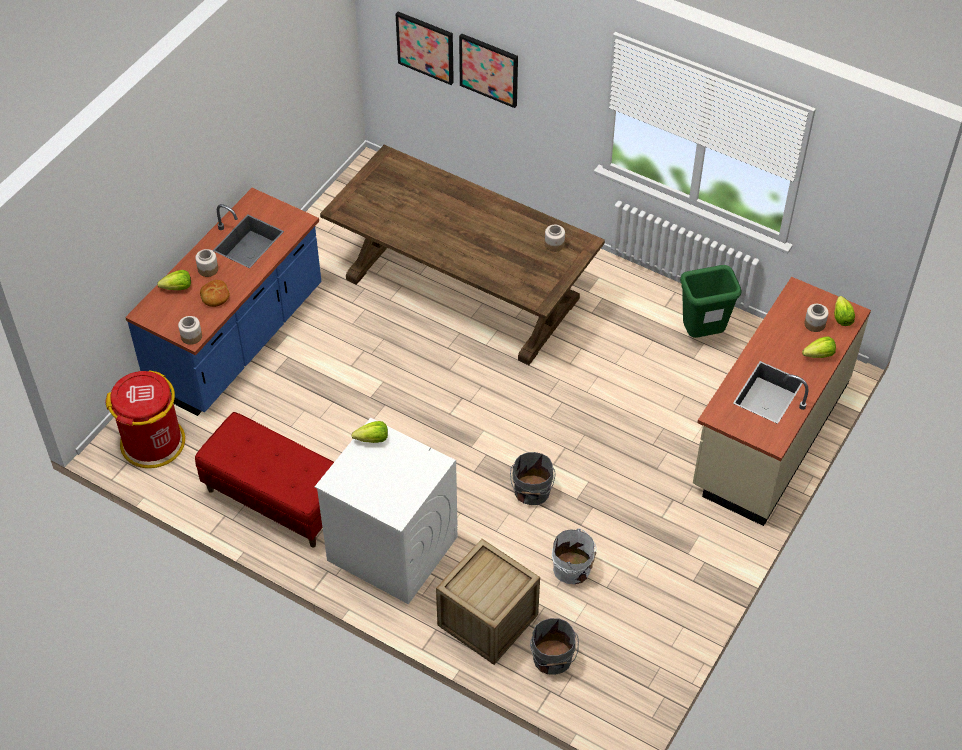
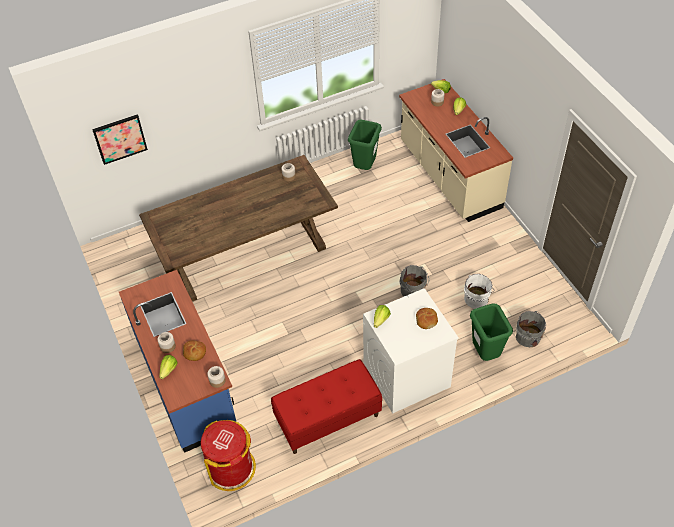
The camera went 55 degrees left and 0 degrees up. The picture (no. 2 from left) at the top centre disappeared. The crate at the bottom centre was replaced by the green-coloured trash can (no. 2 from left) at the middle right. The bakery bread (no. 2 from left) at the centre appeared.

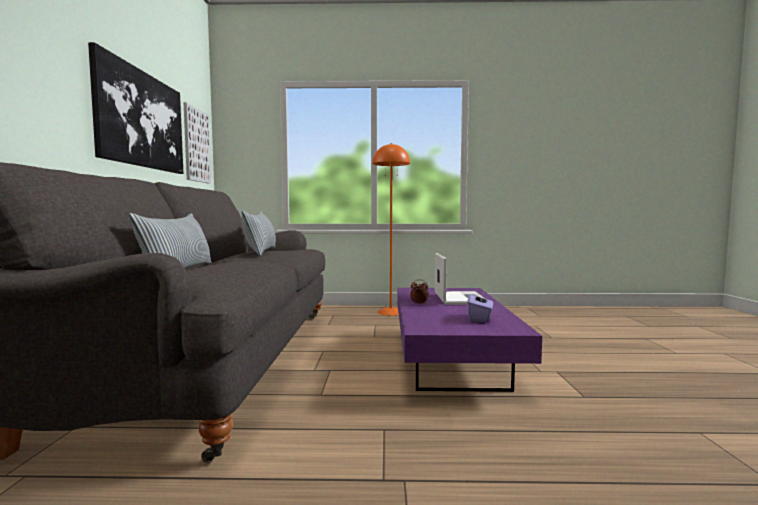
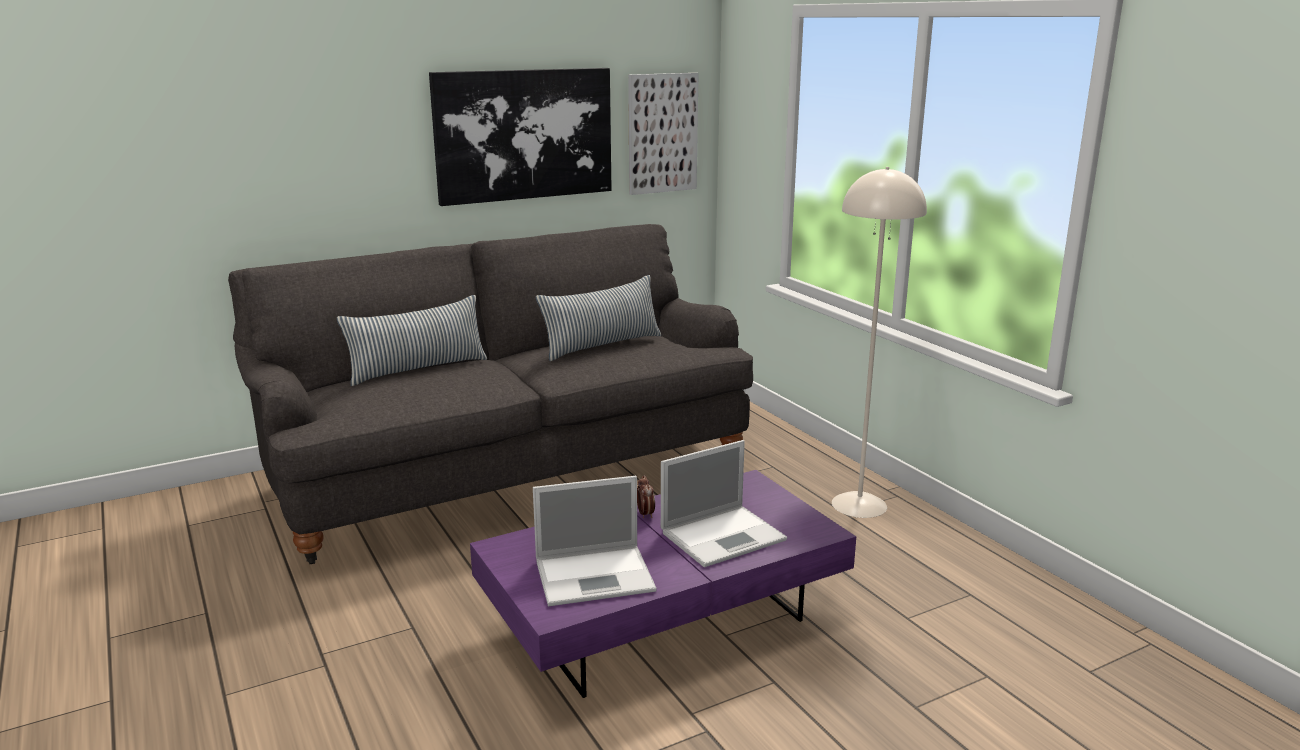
The camera went 60 degrees right and 15 degrees up. The orangey standard lamp at the centre became the beige-coloured standard lamp at the middle right. The purplish tissue holder at the centre was replaced by the notebook computer (no. 1 from left) at the bottom centre.

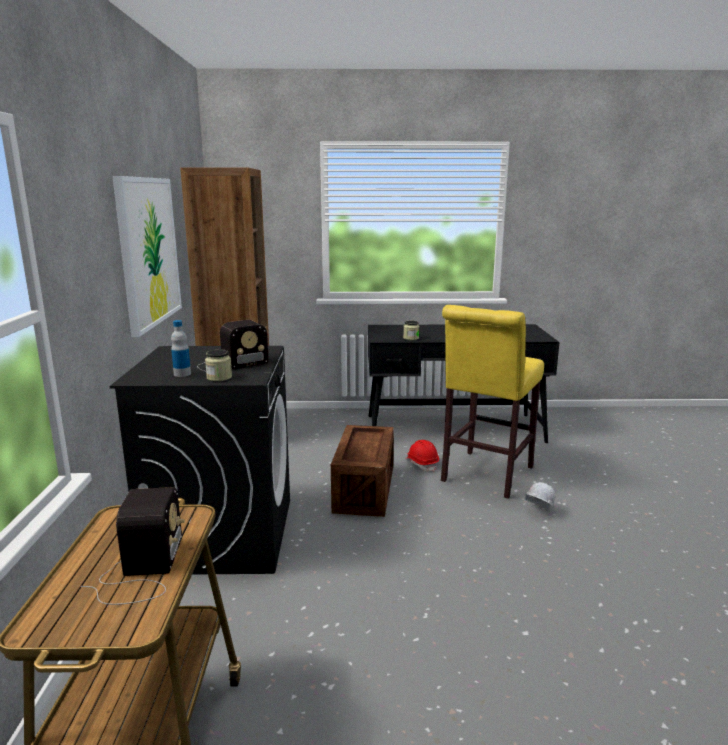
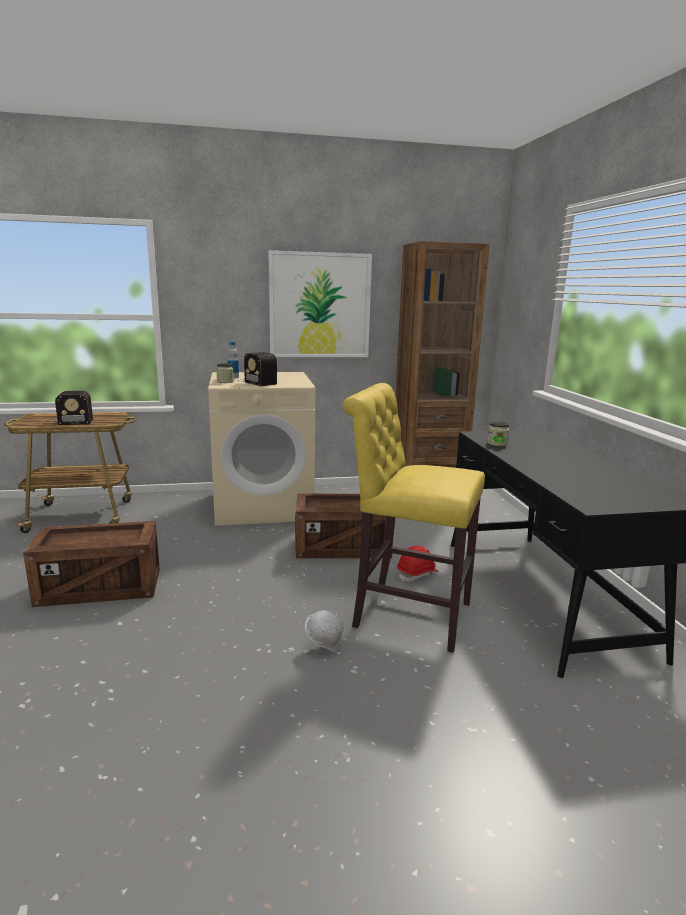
The camera went 80 degrees right and 0 degrees up. The black laundry machine at the middle left became the beige-coloured laundry machine at the centre. The crate (no. 1 from left) at the middle left appeared.

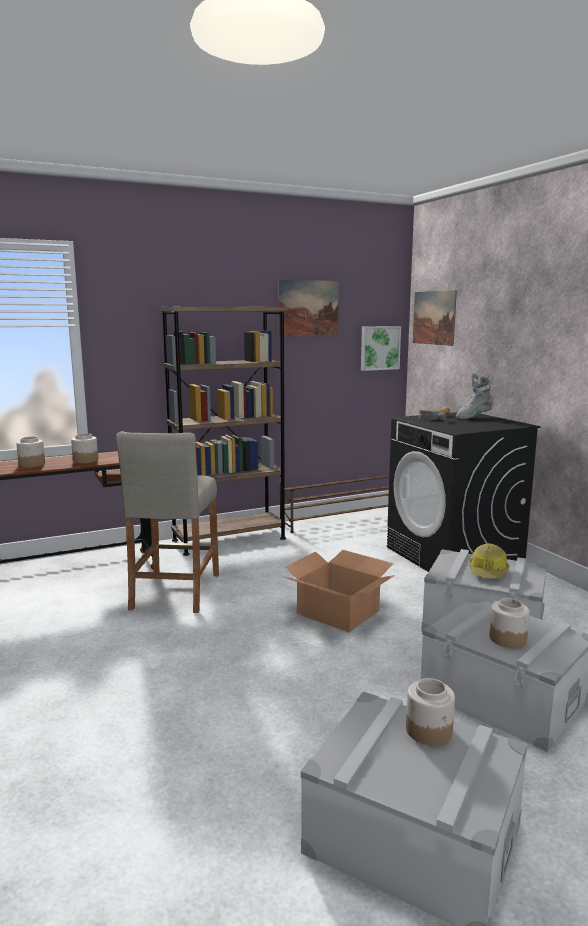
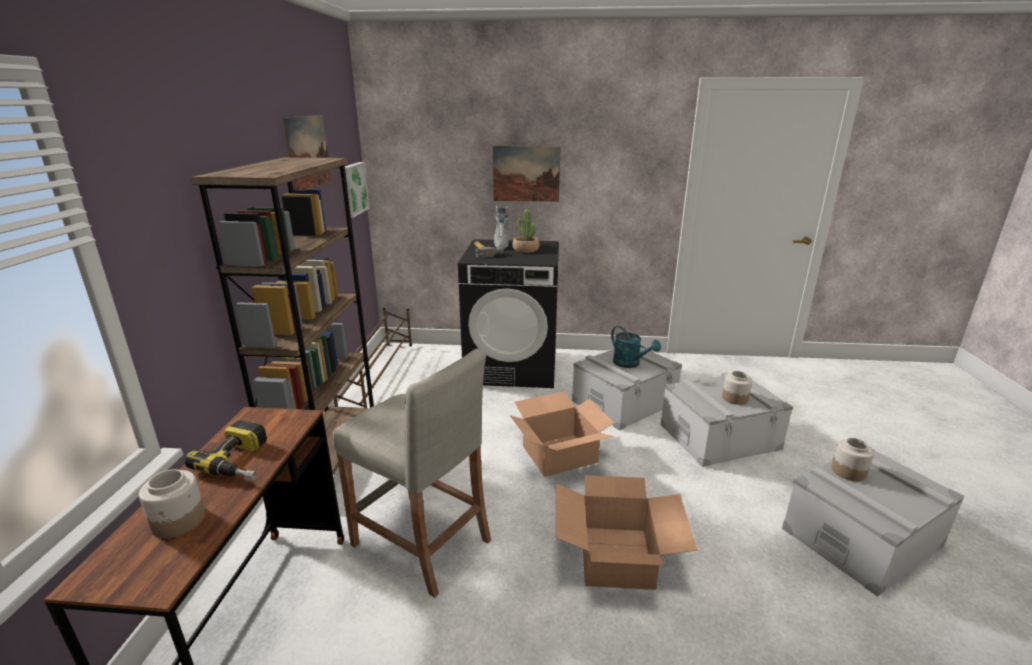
The camera went 60 degrees left and 10 degrees up. The picture (no. 3 from left) moved from the middle right to the top centre. The preserve jar (no. 2 from left) at the middle left was replaced by the drill at the bottom left. The work helmet at the middle right was replaced by the blue-green sprinkling can at the centre. The plant in a pot at the centre appeared. The packing box (no. 2 from left) at the bottom centre appeared.

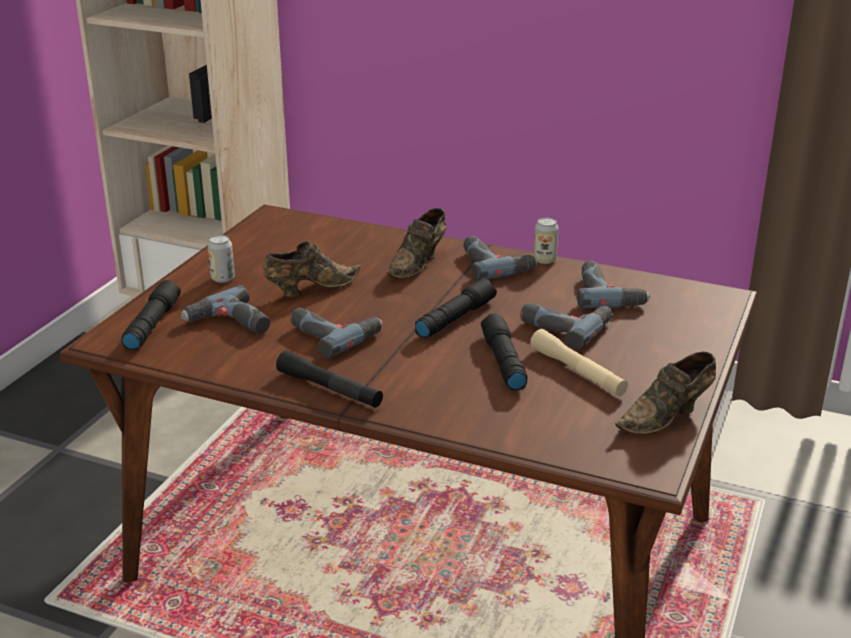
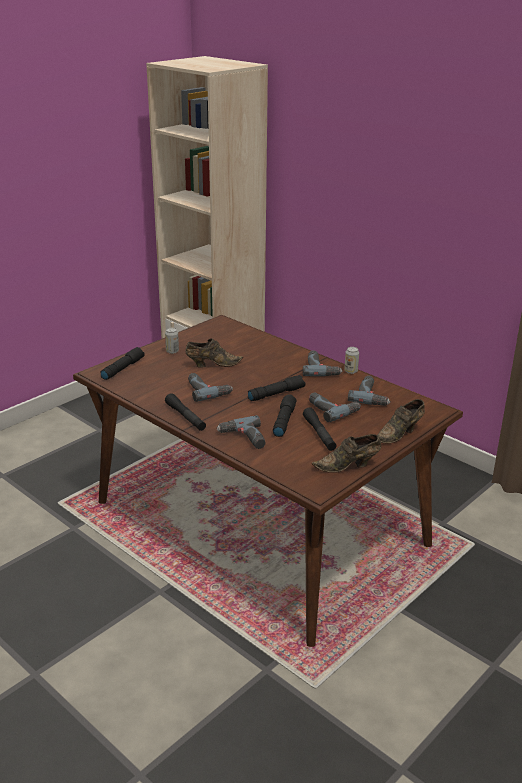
The camera went 20 degrees right and 0 degrees up. The brown-coloured item of footwear (no. 2 from left in the first image) moved from the centre to the middle right. The drill (no. 1 from left in the first image) moved from the middle left to the centre. The beige-coloured torch at the middle right became the black torch (no. 5 from left) at the centre.

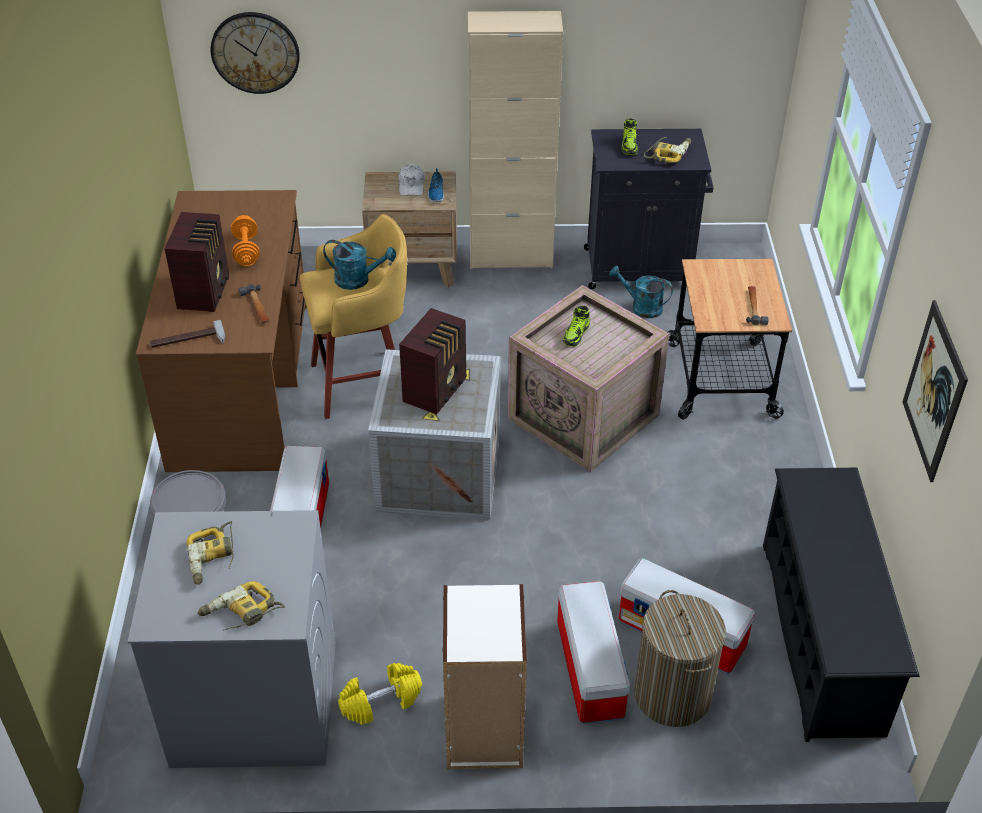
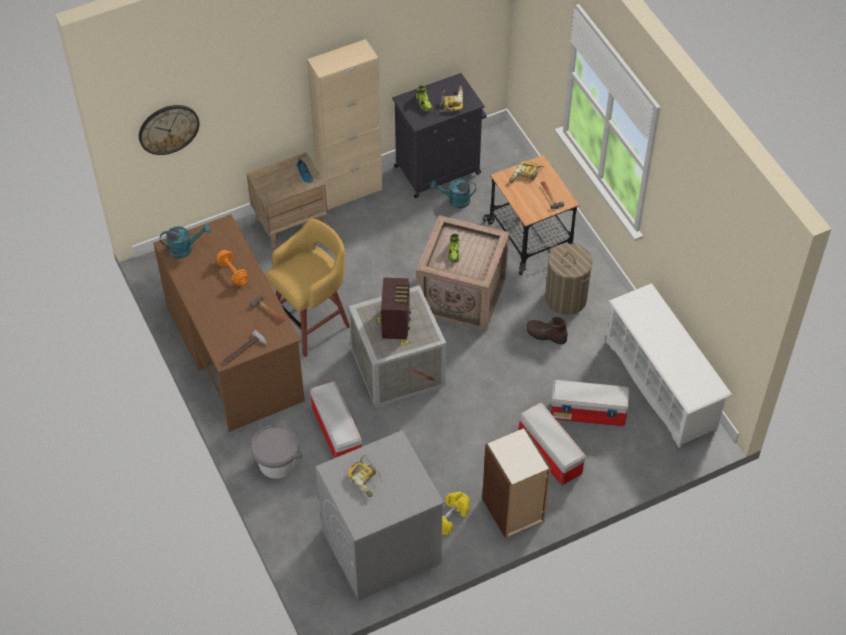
The camera went 25 degrees left and 10 degrees up. The whitish baseball cap at the top centre disappeared. The radio (no. 1 from left) at the top left disappeared. The blue-green sprinkling can (no. 1 from left) moved from the top centre to the middle left. The picture at the middle right disappeared. The black shoe rack at the bottom right became the whitish shoe rack at the middle right. The drill (no. 2 from left in the first image) moved from the bottom left to the top centre. The washing basket moved from the bottom right to the middle right. The brown-coloured tall boot at the centre appeared.

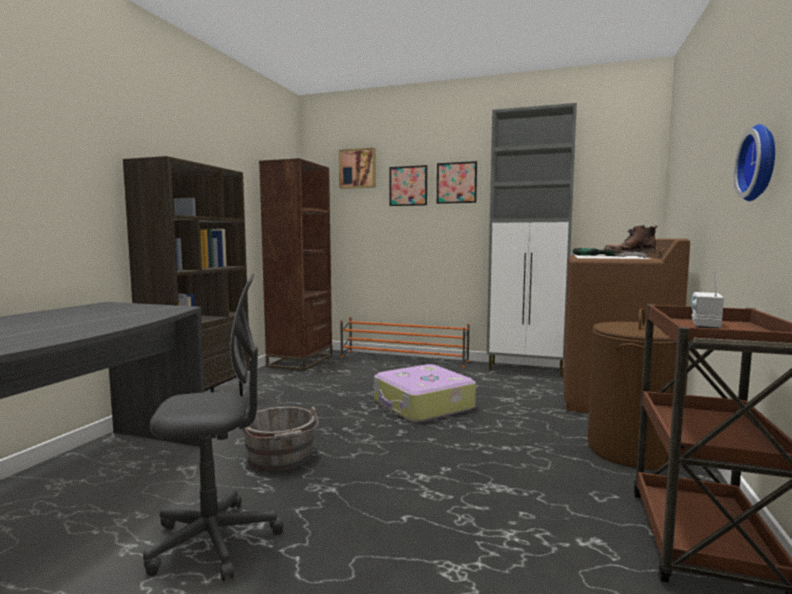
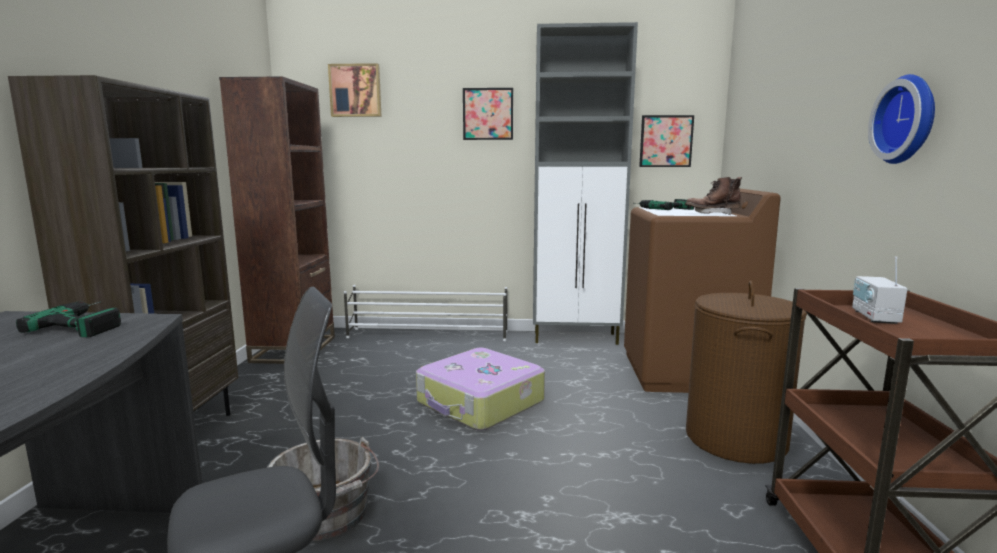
The camera went 15 degrees left and 5 degrees up. The picture (no. 2 from left in the first image) moved from the top centre to the top right. The orangey shoe rack at the centre became the whitish shoe rack at the centre. The drill (no. 1 from left) at the middle left appeared.

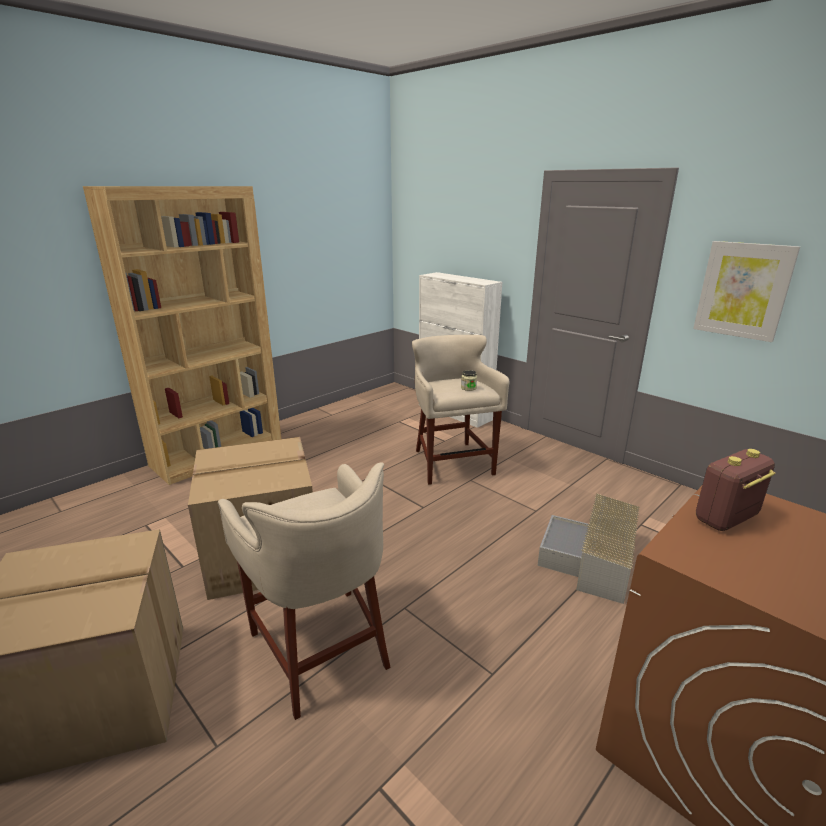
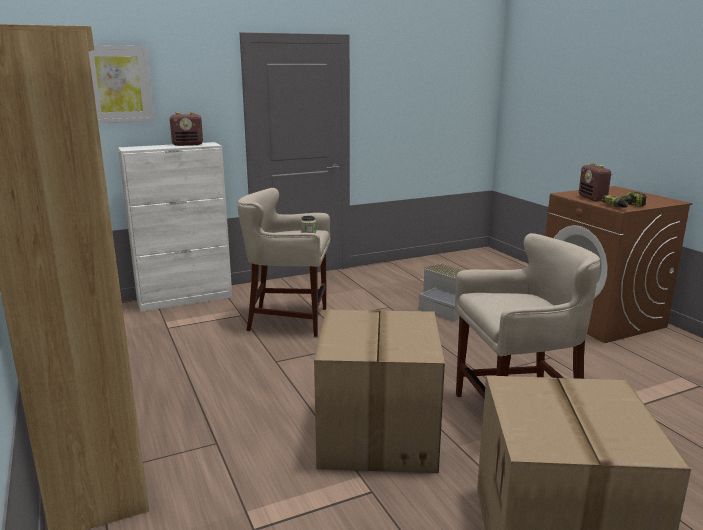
The camera went 70 degrees left and 5 degrees down. The picture moved from the middle right to the top left. The radio (no. 1 from left) at the top left appeared. The drill at the middle right appeared.

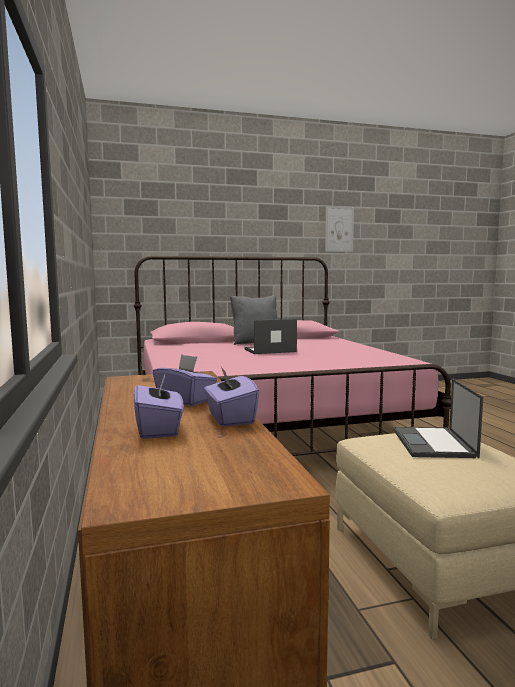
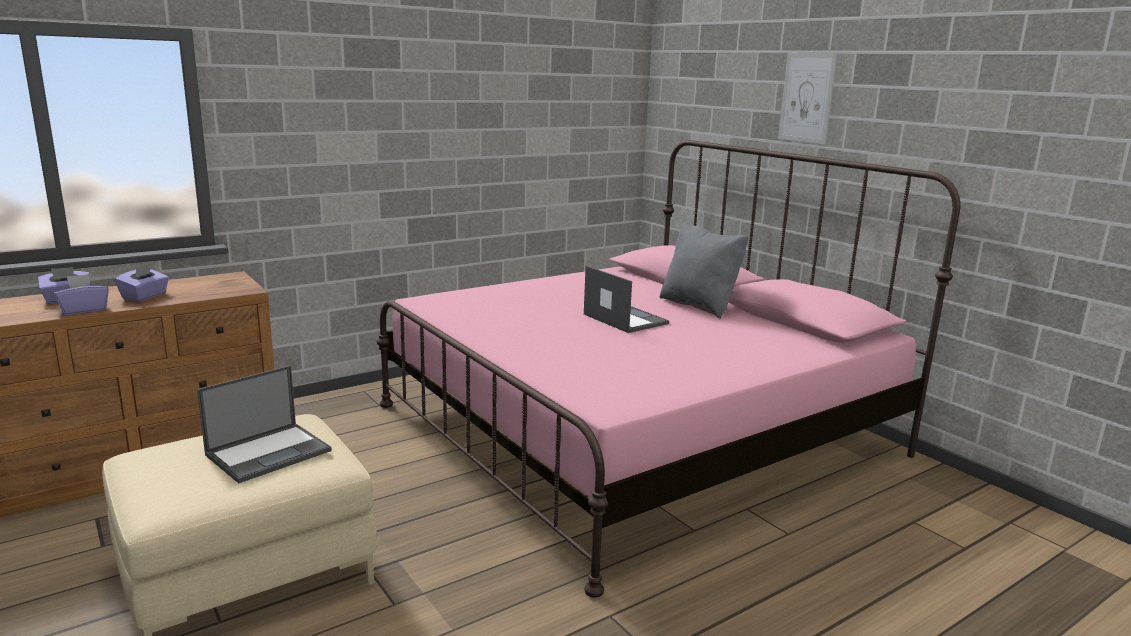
The camera went 70 degrees right and 10 degrees up. The picture moved from the centre to the top right. The notebook computer (no. 2 from left in the first image) at the middle right turned 150 degrees clockwise.

